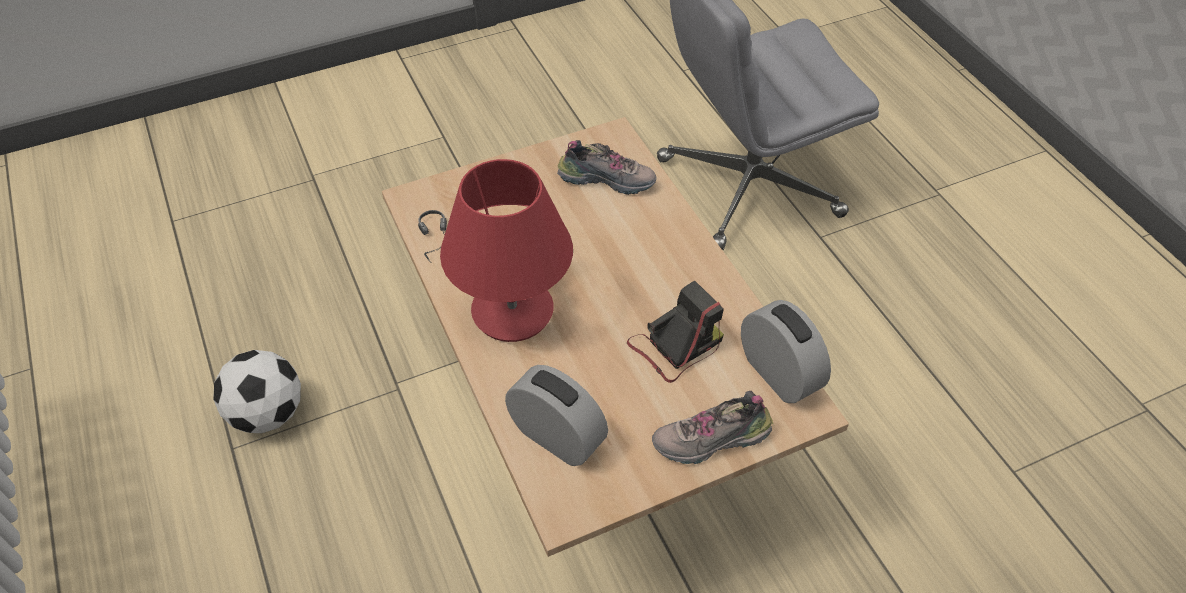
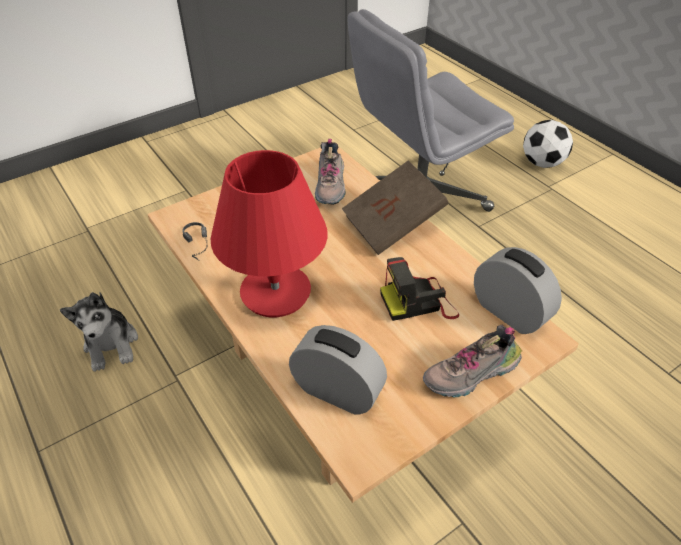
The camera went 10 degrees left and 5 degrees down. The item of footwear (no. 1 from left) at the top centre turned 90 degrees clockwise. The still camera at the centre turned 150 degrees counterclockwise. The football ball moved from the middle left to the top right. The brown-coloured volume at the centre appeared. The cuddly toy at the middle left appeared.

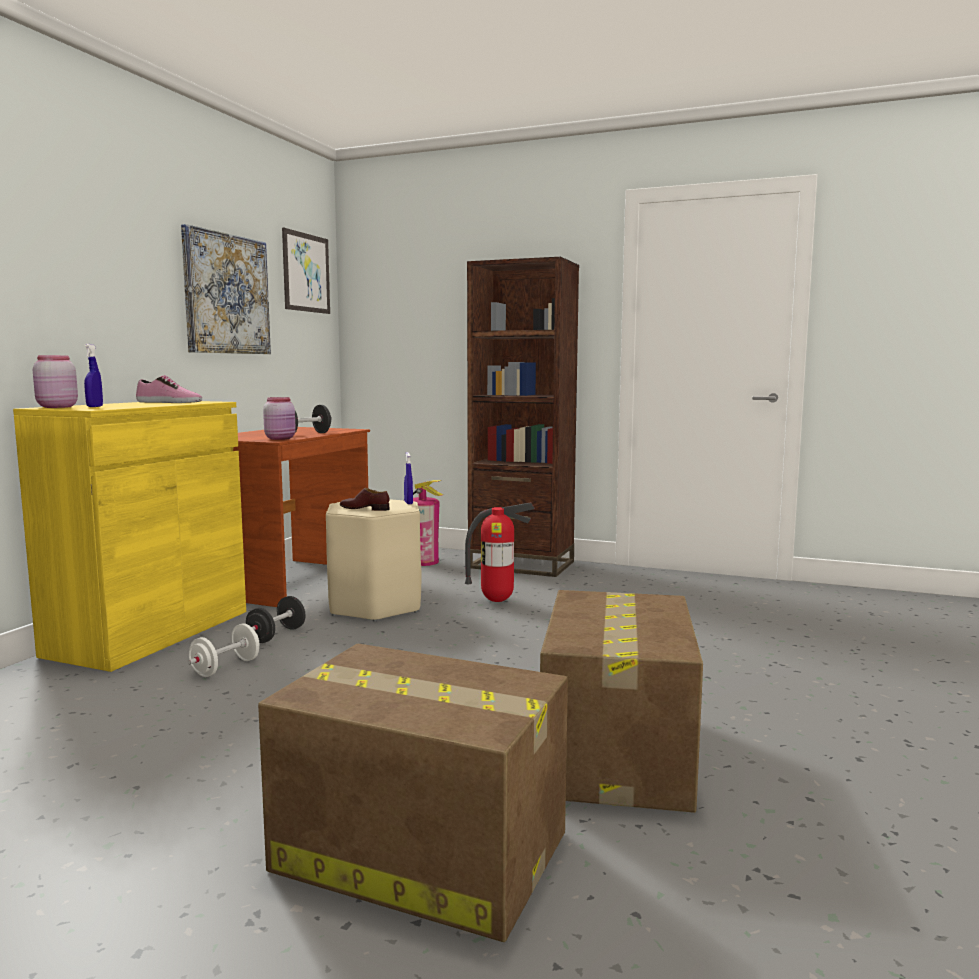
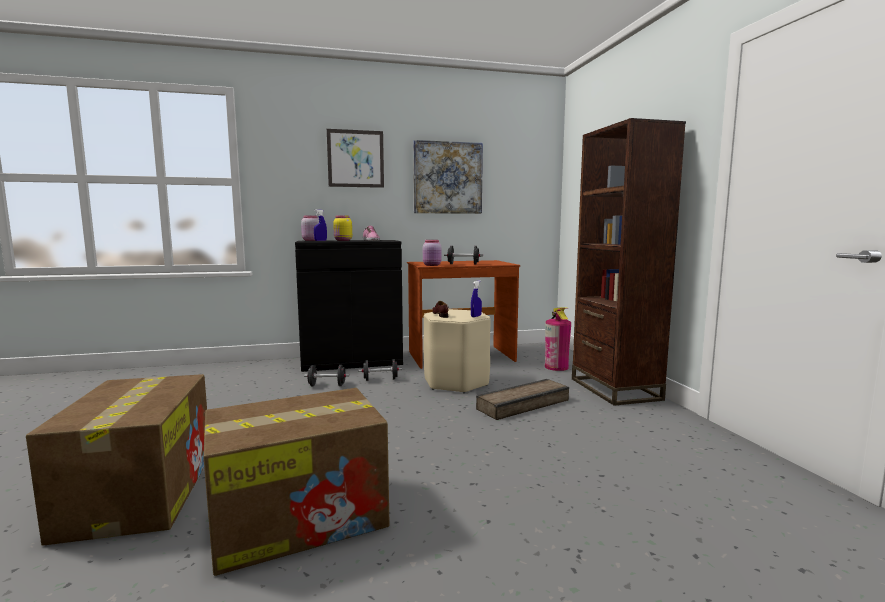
The camera went 55 degrees right and 0 degrees up. The picture (no. 2 from left in the first image) moved from the top left to the top centre. The yellow-coloured cupboard at the middle left became the black cupboard at the centre. The extinguisher (no. 2 from left) at the centre was replaced by the crate at the centre. The whitish hand weight at the middle left became the black hand weight (no. 1 from left) at the centre. The yellow-coloured preserve jar at the centre appeared.

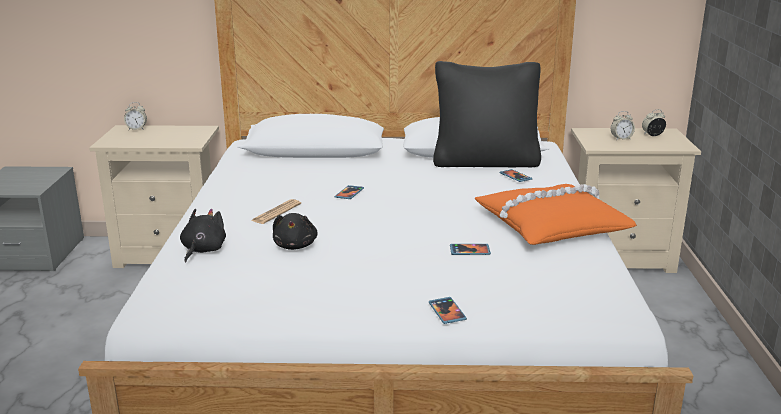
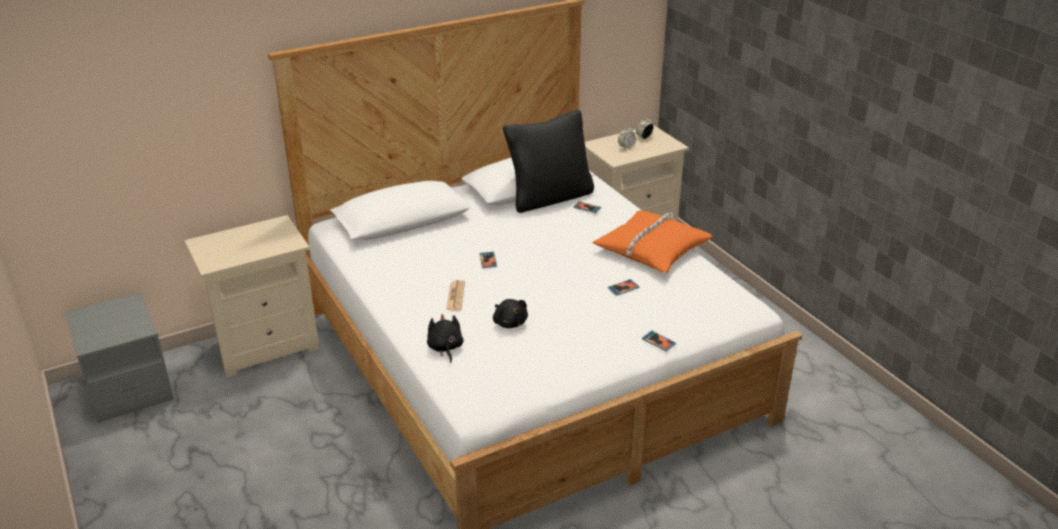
The camera went 30 degrees left and 10 degrees up. The table clock (no. 1 from left) at the top left disappeared.

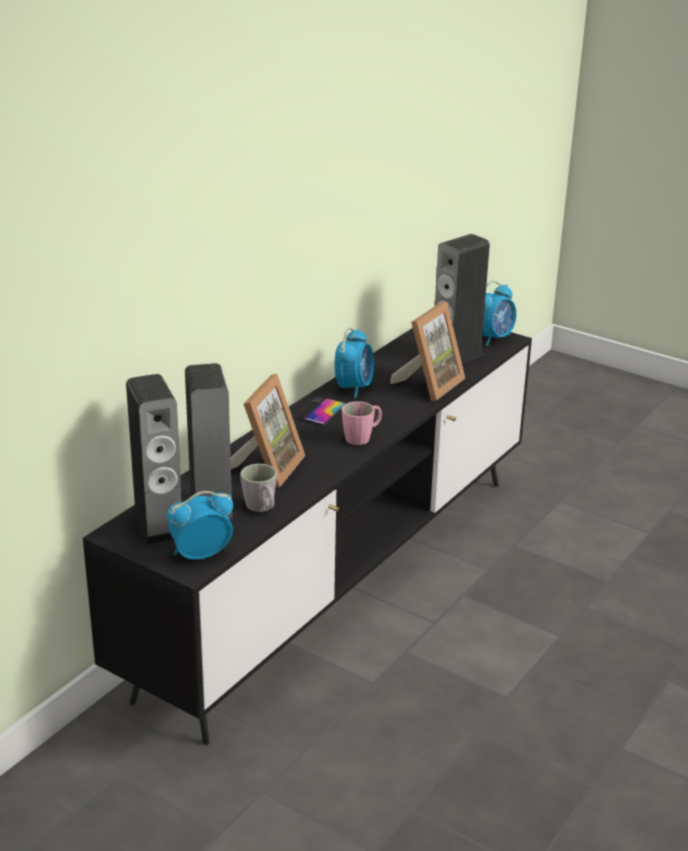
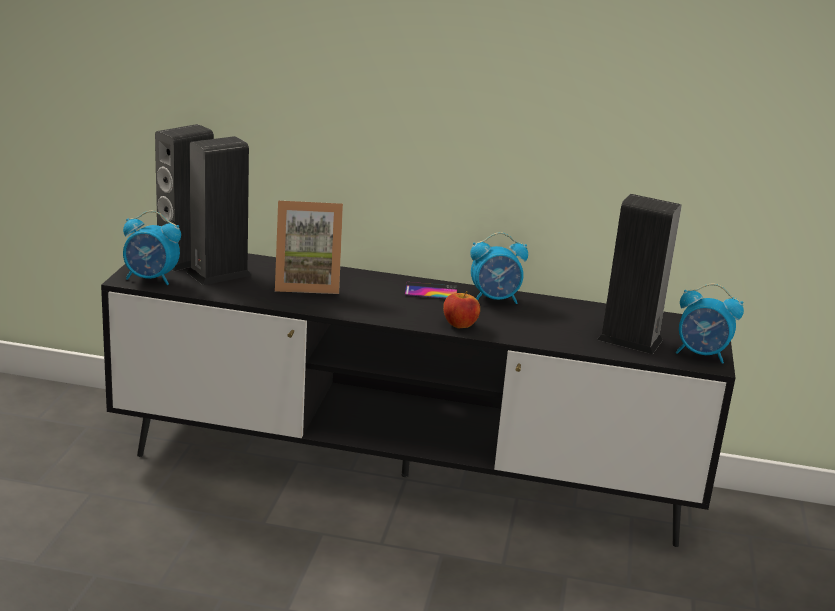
The camera went 65 degrees right and 5 degrees down. The standing frame (no. 2 from left) at the centre disappeared. The pink coffee mug at the centre disappeared. The grey coffee mug at the centre disappeared. The table clock (no. 1 from left) at the middle left turned 150 degrees clockwise. The apple fruit at the centre appeared.

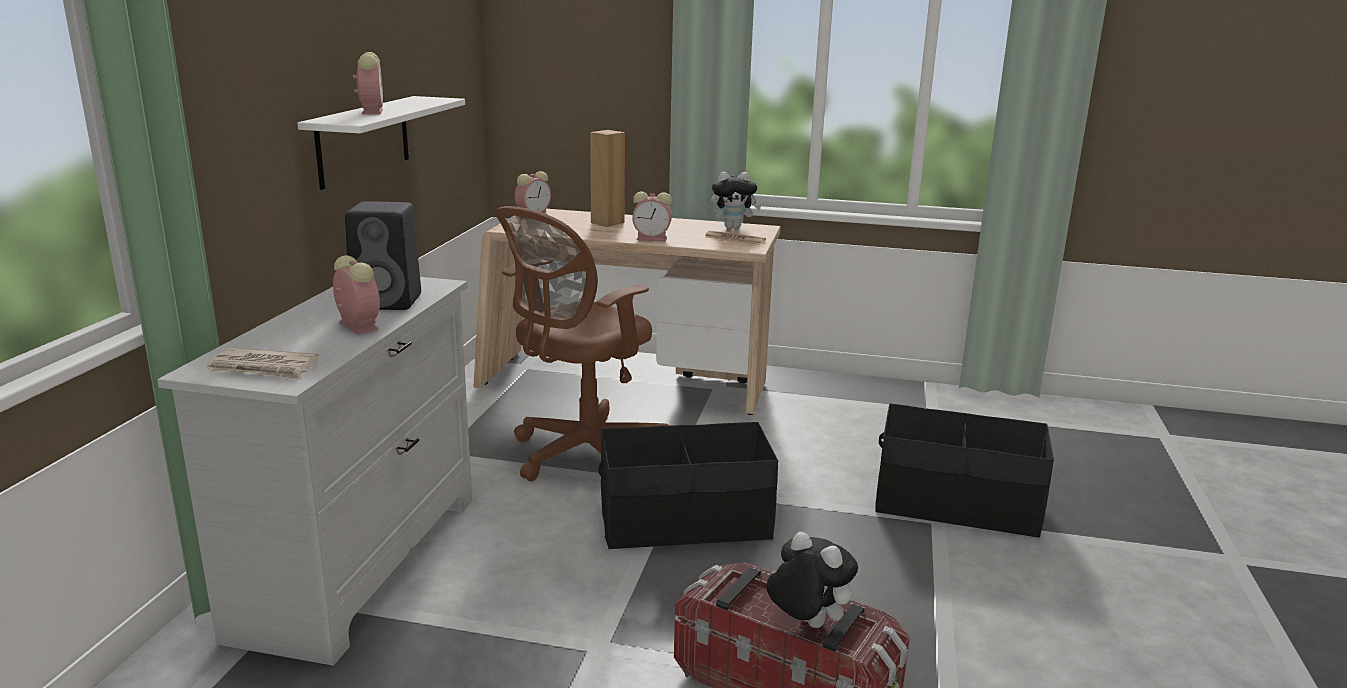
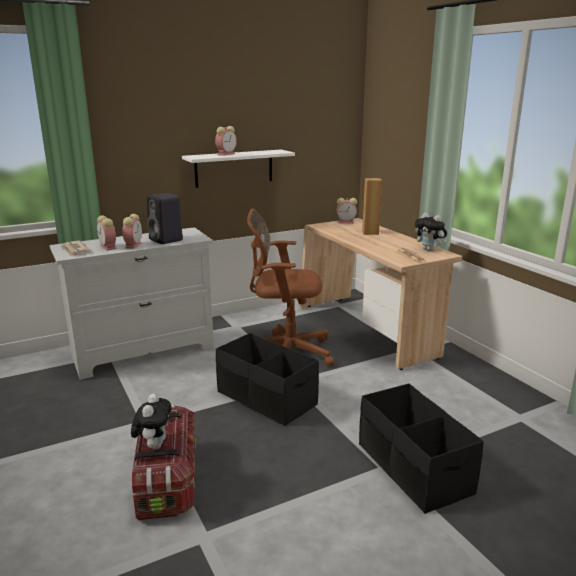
The camera went 50 degrees right and 0 degrees up. The table clock (no. 4 from left in the first image) moved from the top centre to the middle left.

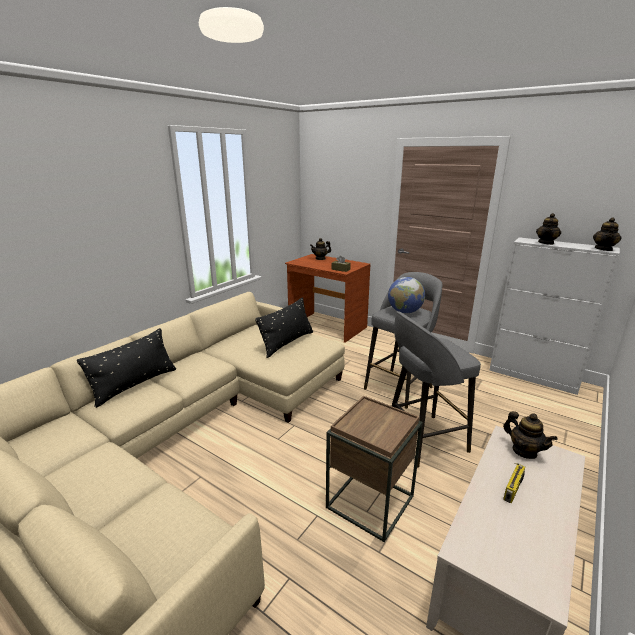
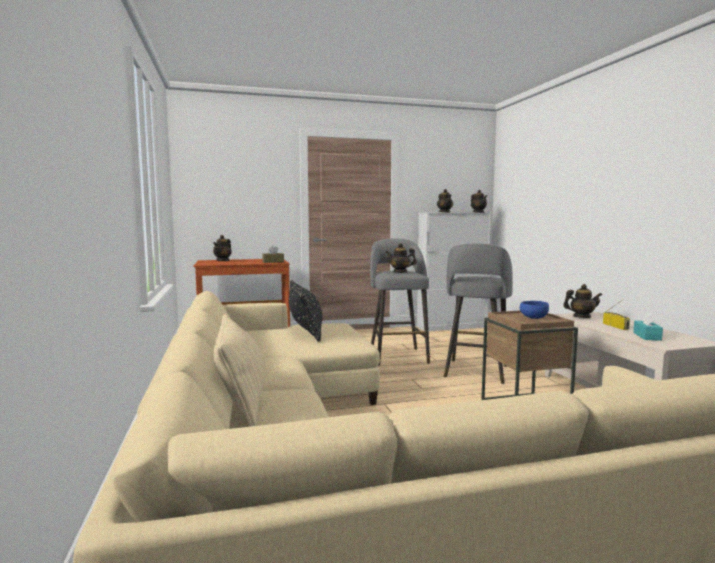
The camera went 50 degrees left and 15 degrees down. The desk globe at the centre was replaced by the teapot (no. 2 from left) at the centre. The black pillow (no. 1 from left) at the middle left became the beige-coloured pillow at the centre. The bluish serving bowl at the middle right appeared. The blue-green tissue holder at the middle right appeared.

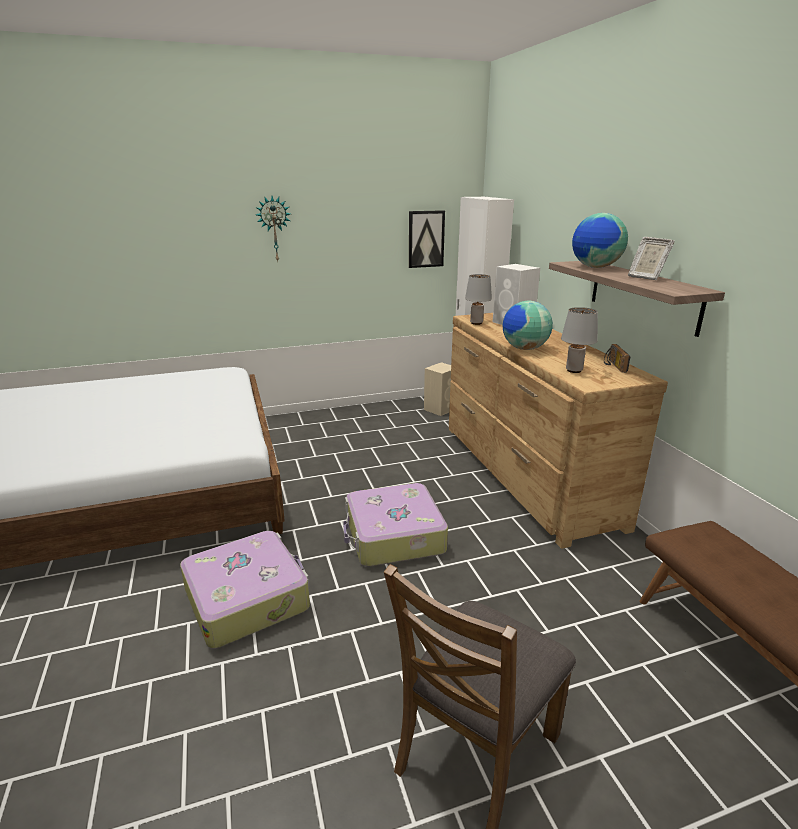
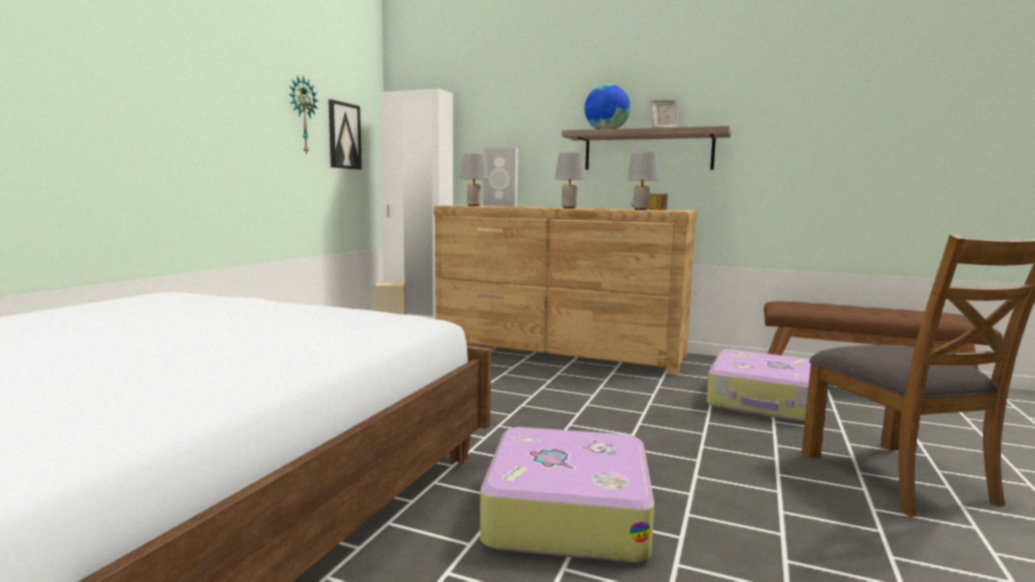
The camera went 50 degrees left and 15 degrees down. The hanging clock moved from the top centre to the top left. The desk globe (no. 1 from left) at the centre was replaced by the grey lamp for a table (no. 2 from left) at the top centre. The travel case (no. 2 from left) moved from the centre to the middle right.

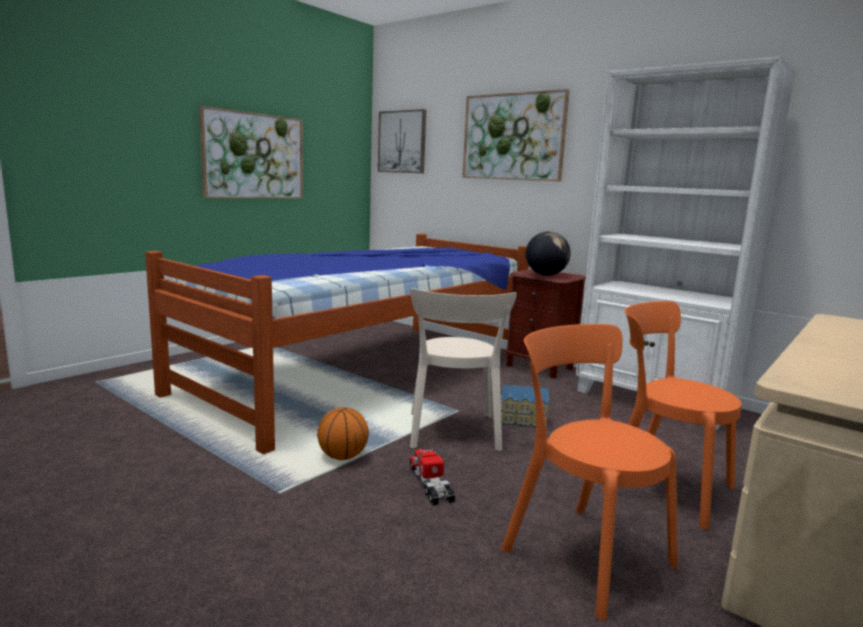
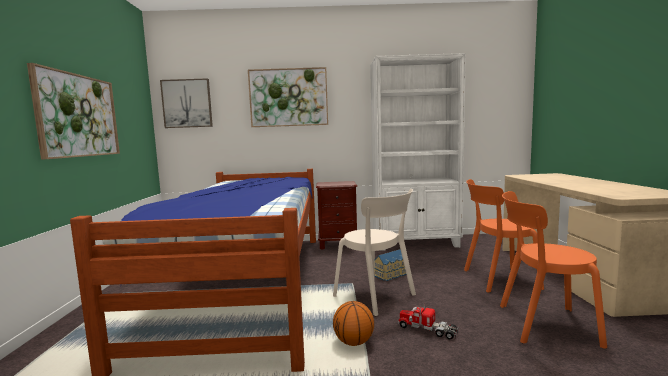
The camera went 40 degrees left and 5 degrees down. The desk globe at the centre disappeared.

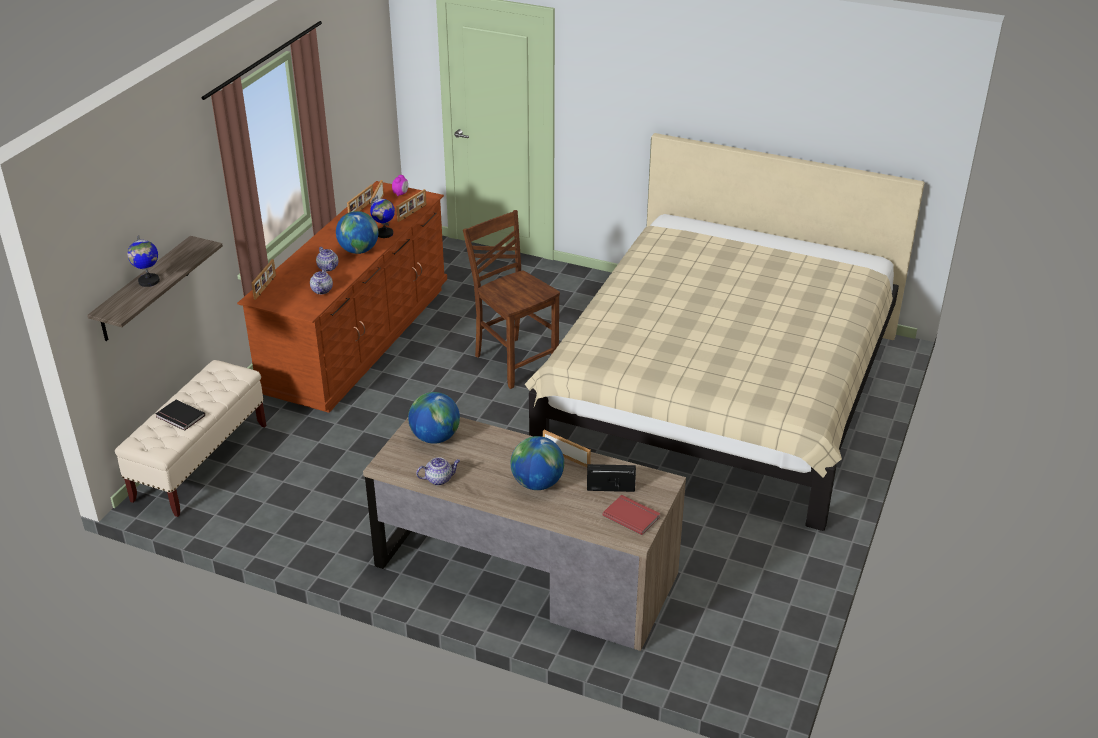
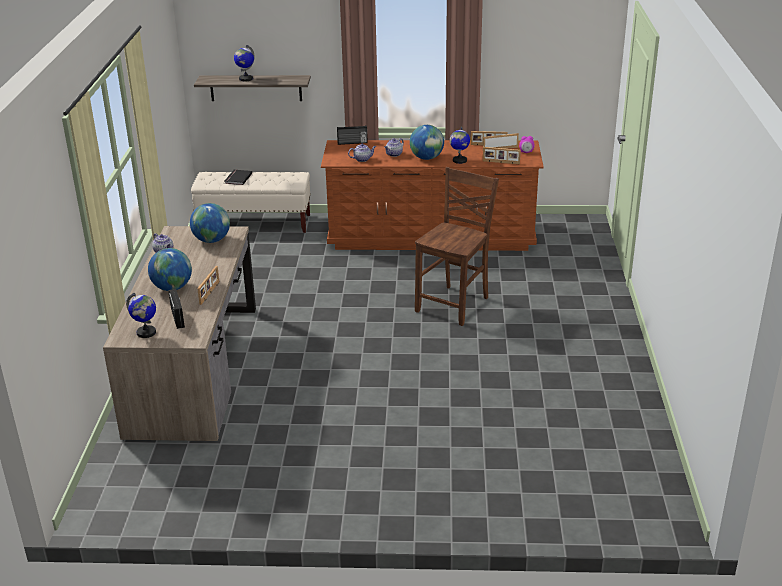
The camera went 70 degrees right and 5 degrees down. The beige-coloured sleeping bed at the centre disappeared. The standing frame (no. 1 from left) at the middle left was replaced by the radio (no. 2 from left) at the top centre. The red volume at the bottom centre was replaced by the desk globe (no. 1 from left) at the middle left.

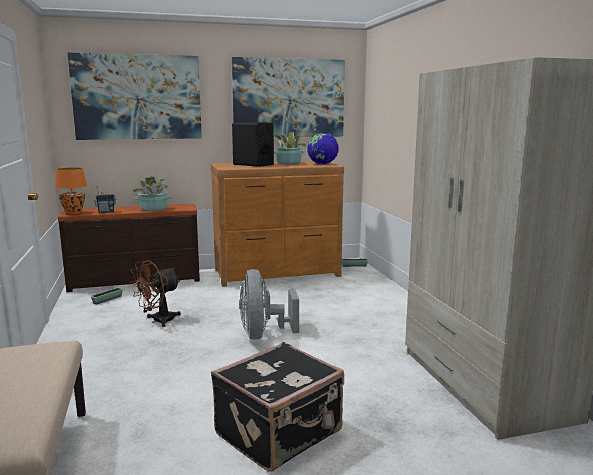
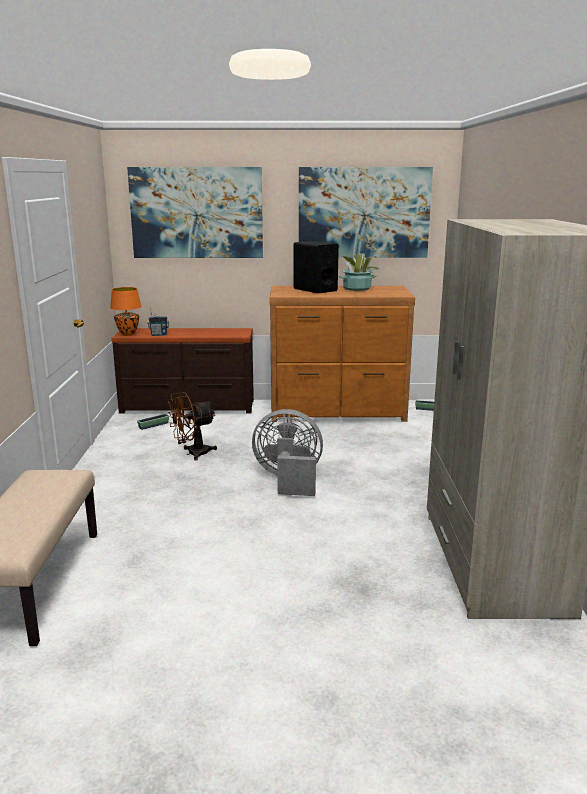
The camera went 15 degrees right and 5 degrees up. The desk globe at the top centre disappeared. The plant in a pot (no. 1 from left) at the middle left disappeared. The grey fan at the centre turned 90 degrees clockwise. The black travel case at the bottom centre disappeared.

